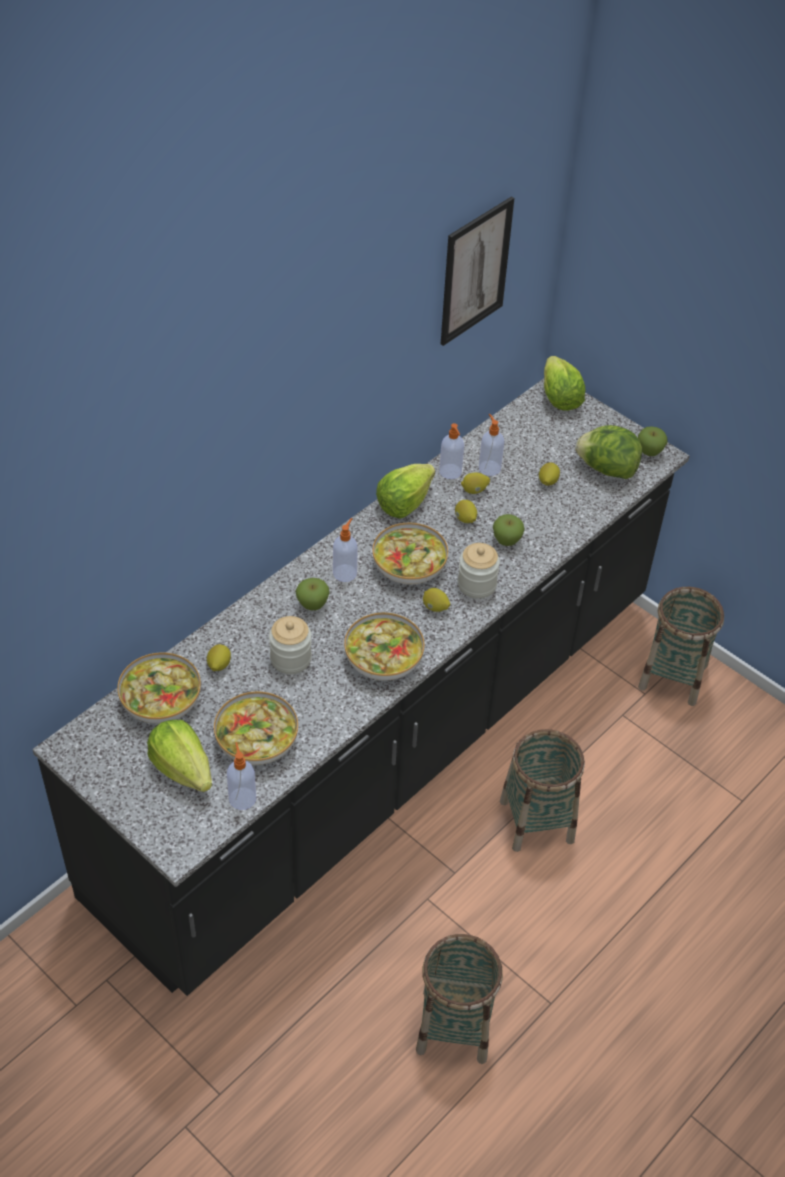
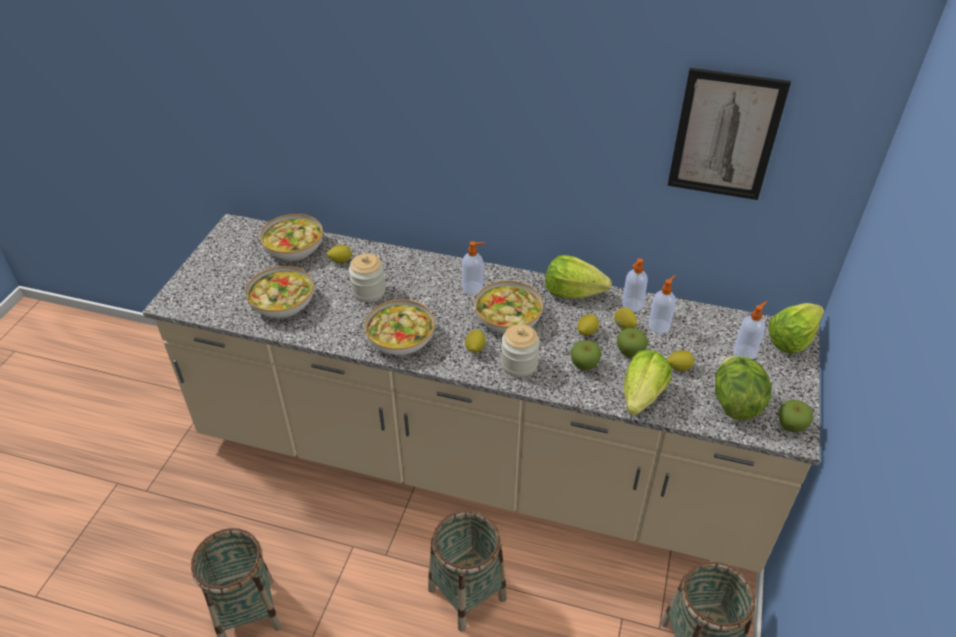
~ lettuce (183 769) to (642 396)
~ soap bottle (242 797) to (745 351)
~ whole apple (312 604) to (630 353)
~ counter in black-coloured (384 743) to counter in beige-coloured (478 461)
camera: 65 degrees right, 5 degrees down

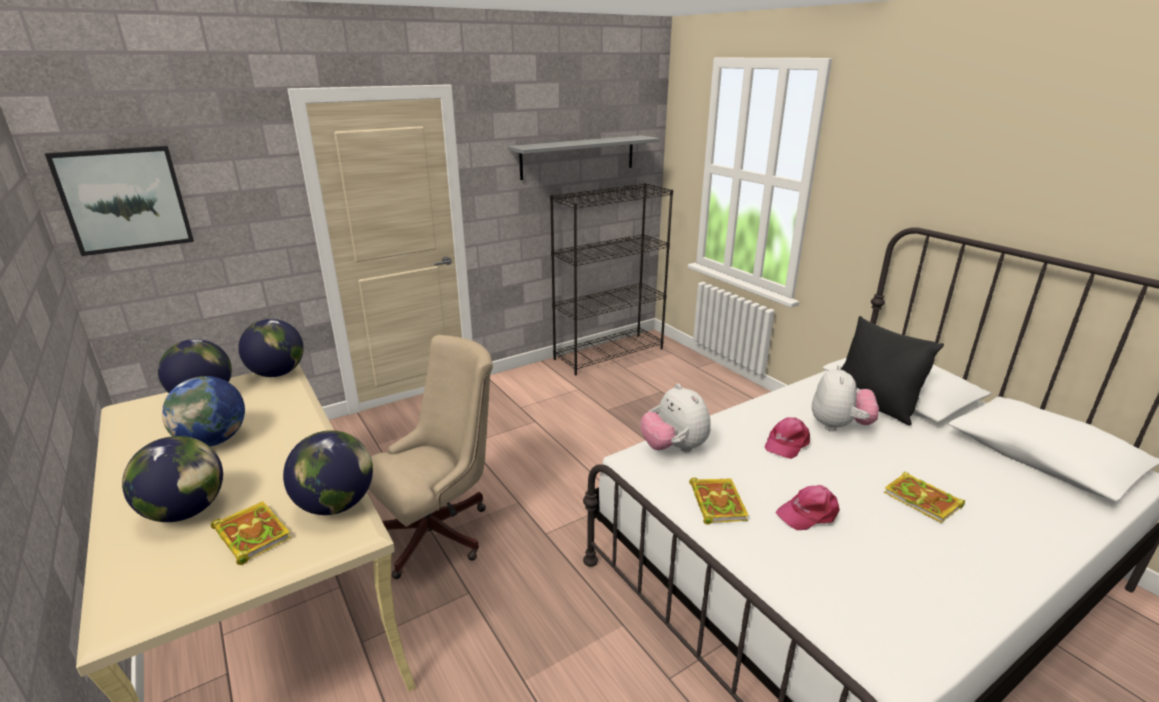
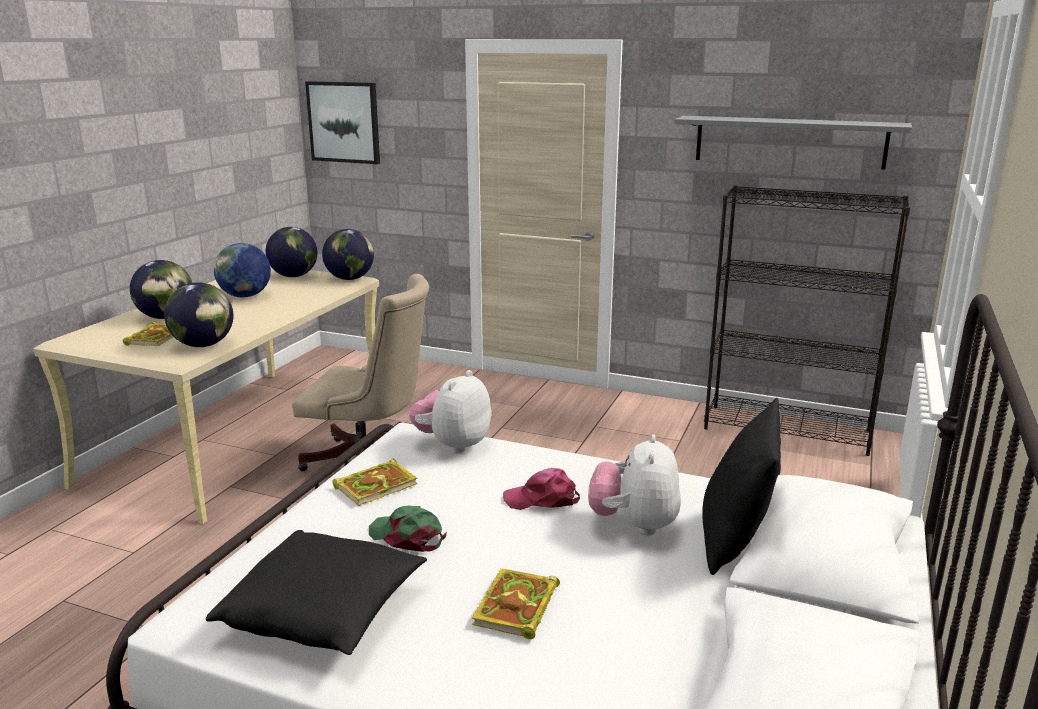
+ throw pillow in black-coloured (324 612)
~ baseball cap in pink-coloured (808 513) to baseball cap in green-coloured (407 536)
~ plush toy (839 426) = (634 525) 120 degrees clockwise
camera: 55 degrees right, 5 degrees down

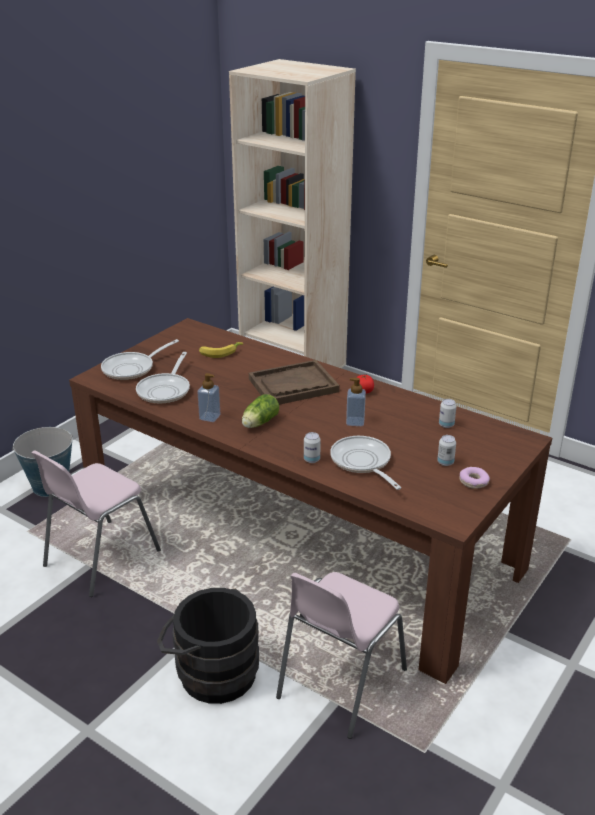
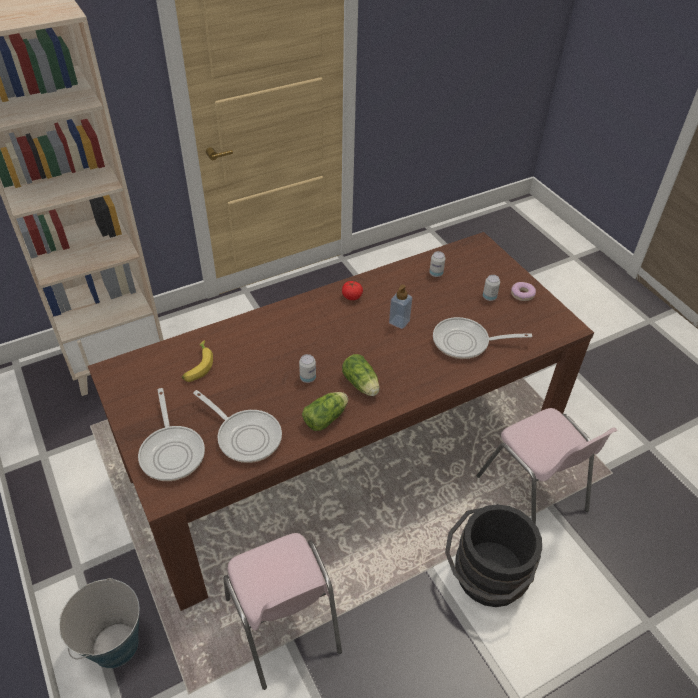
- serving tray in brown (293 385)
~ can (311 459) to (308 378)
~ soap bottle (210 417) to lettuce (327 417)
camera: 65 degrees left, 15 degrees up

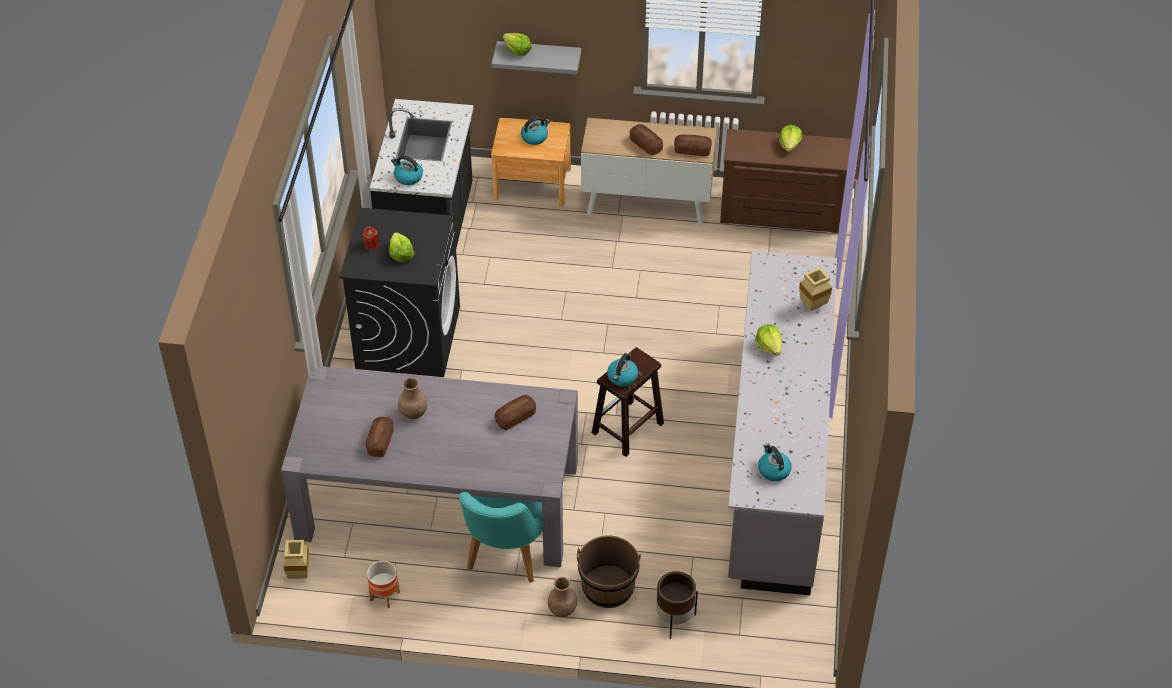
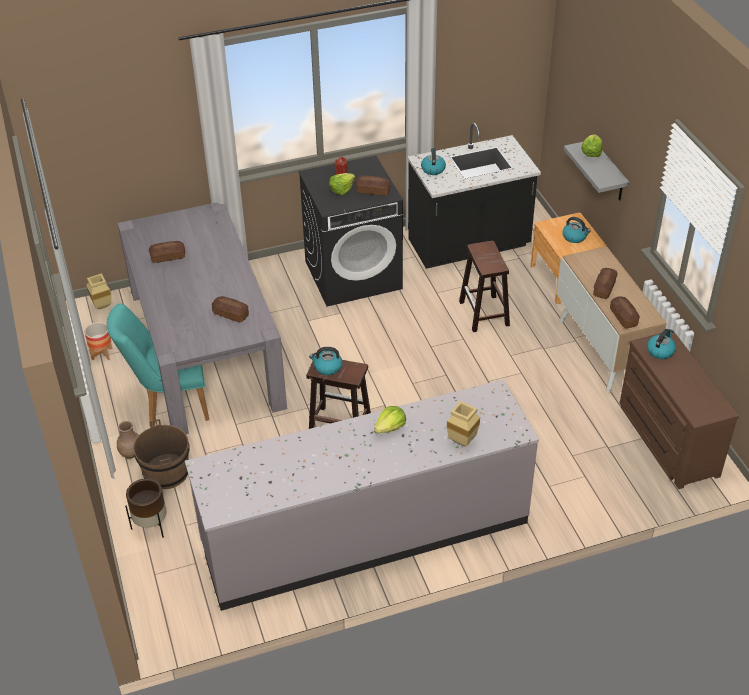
- flower vase in brown (413 412)
- lettuce (789 145)
+ bakery bread (373 191)
+ stool seat in brown (484 314)
~ tea kettle (773 470) to (660 351)
camera: 65 degrees right, 5 degrees down

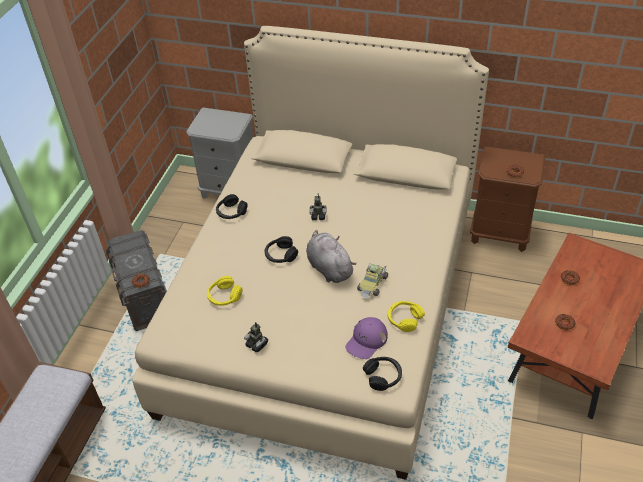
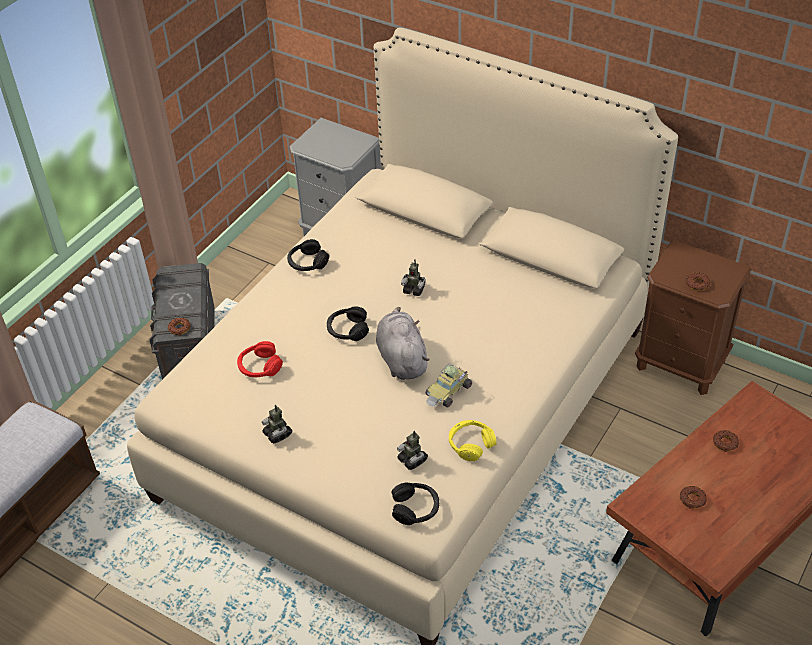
~ baseball cap in purplish (366 340) to model robot (412 460)
~ pair of headphones in yellow-coloured (224 296) to pair of headphones in red-coloured (259 367)
camera: 15 degrees right, 0 degrees up

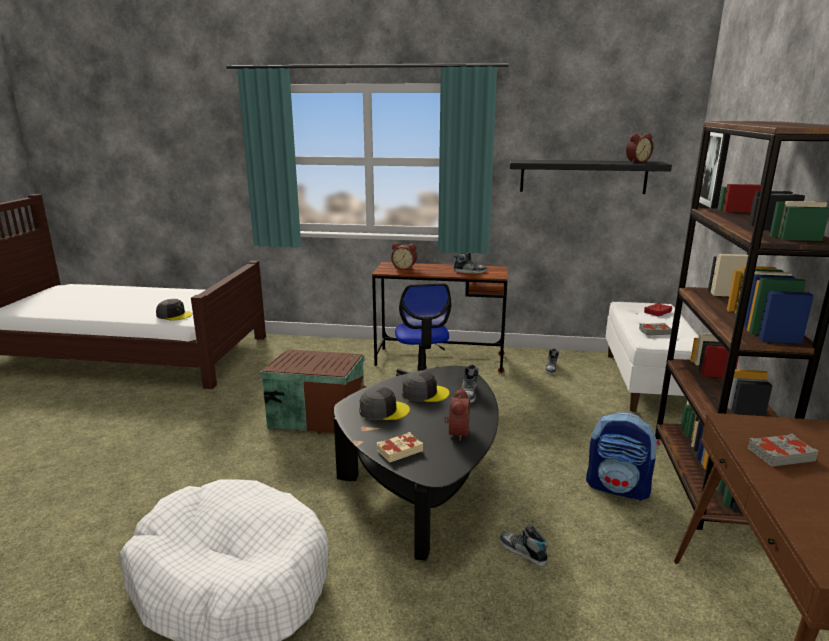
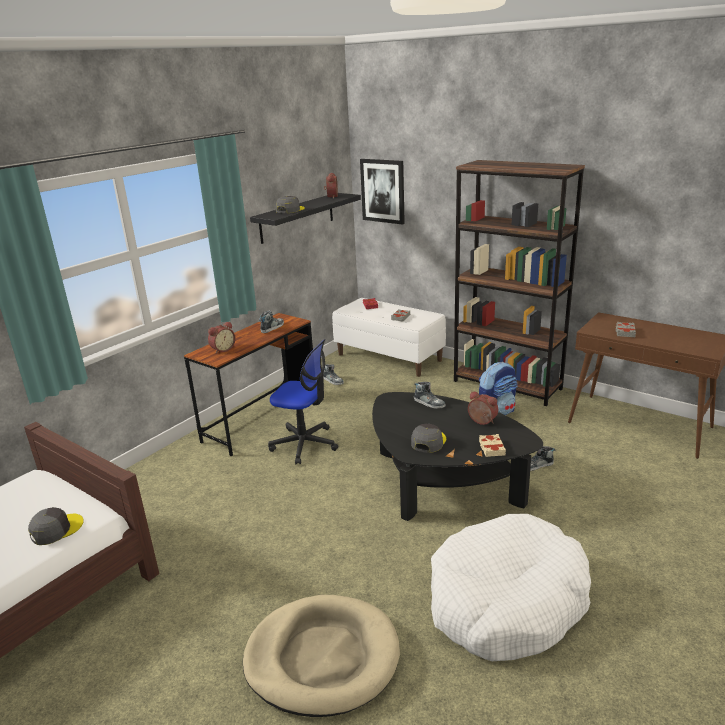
- storage container in brown (317 414)
+ pet bed in beige-coloured (322 657)
~ baseball cap in greyish (424 393) to (290 210)
camera: 60 degrees left, 5 degrees up

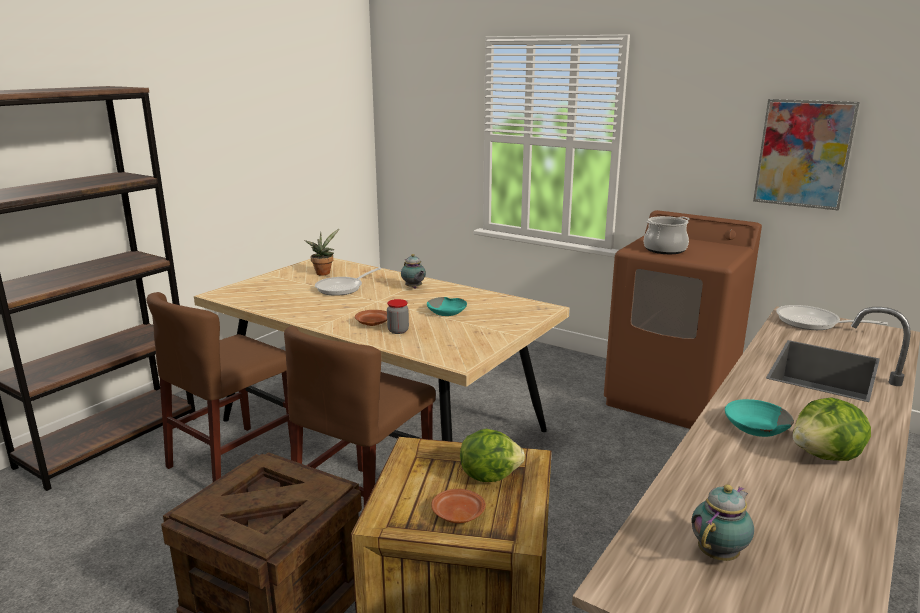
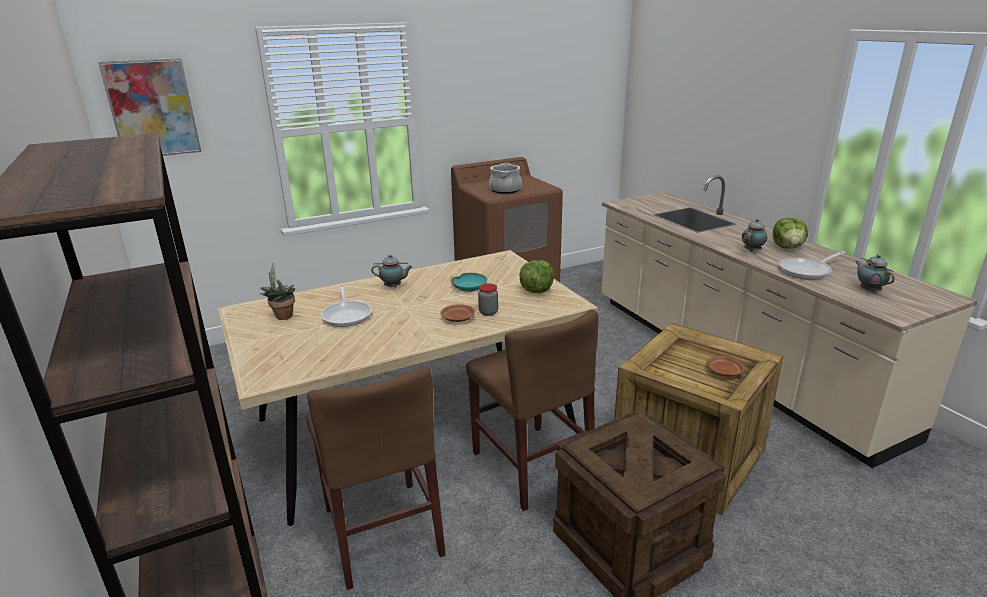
~ lettuce (489 475) to (536 290)
~ picture (803 154) to (152 108)
~ skillet (813 323) to (807 271)
~ serving bowl in turquoise-coloured (754 427) to pot for tea (752 250)
camera: 60 degrees left, 5 degrees up

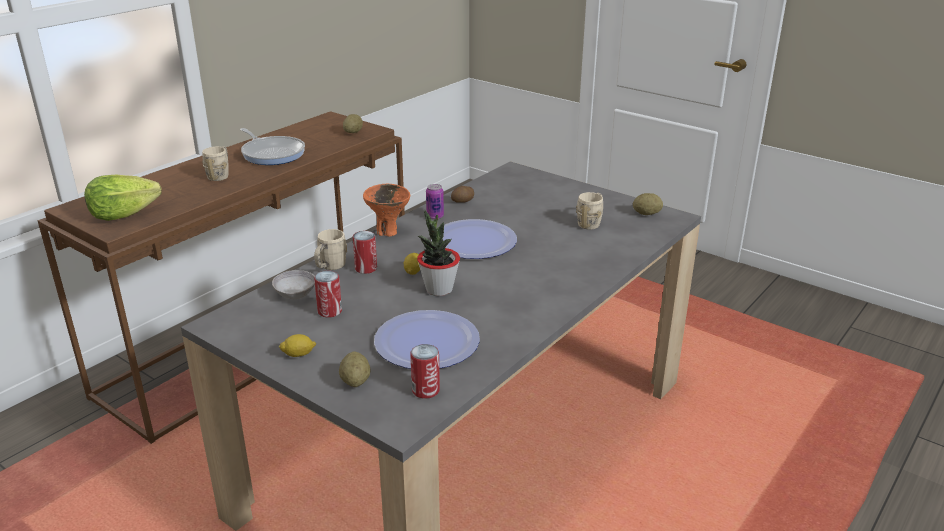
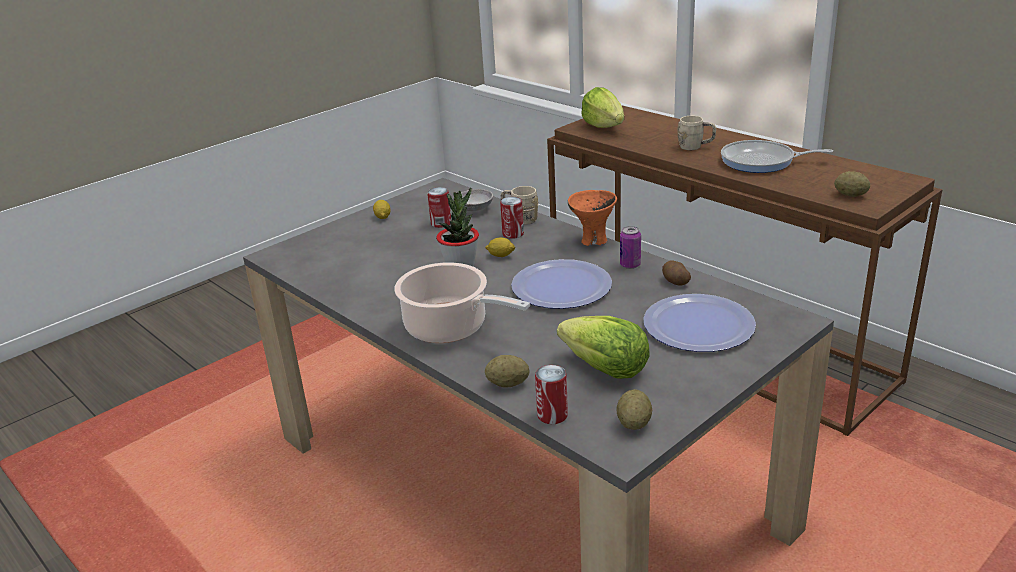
+ stockpot (450 328)
~ whole potato (355 381) to (508 384)
~ dinner plate (427 342) to (698 325)
~ can (425 390) to (552 415)
~ coffee mug in beige-coloured (590 222) to lettuce (605 369)
~ skillet (272 153) = (761 162) 45 degrees clockwise
camera: 100 degrees right, 0 degrees up

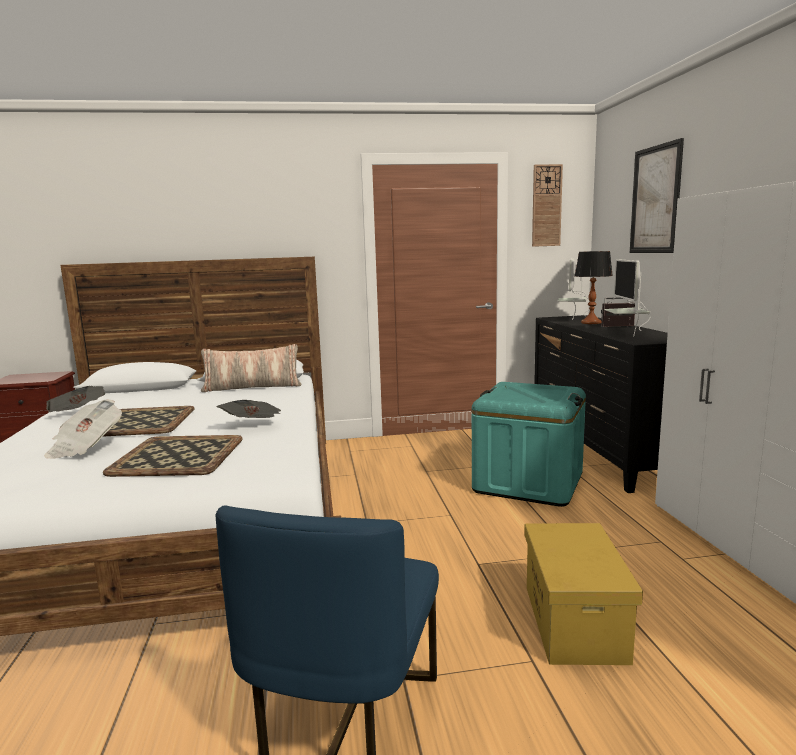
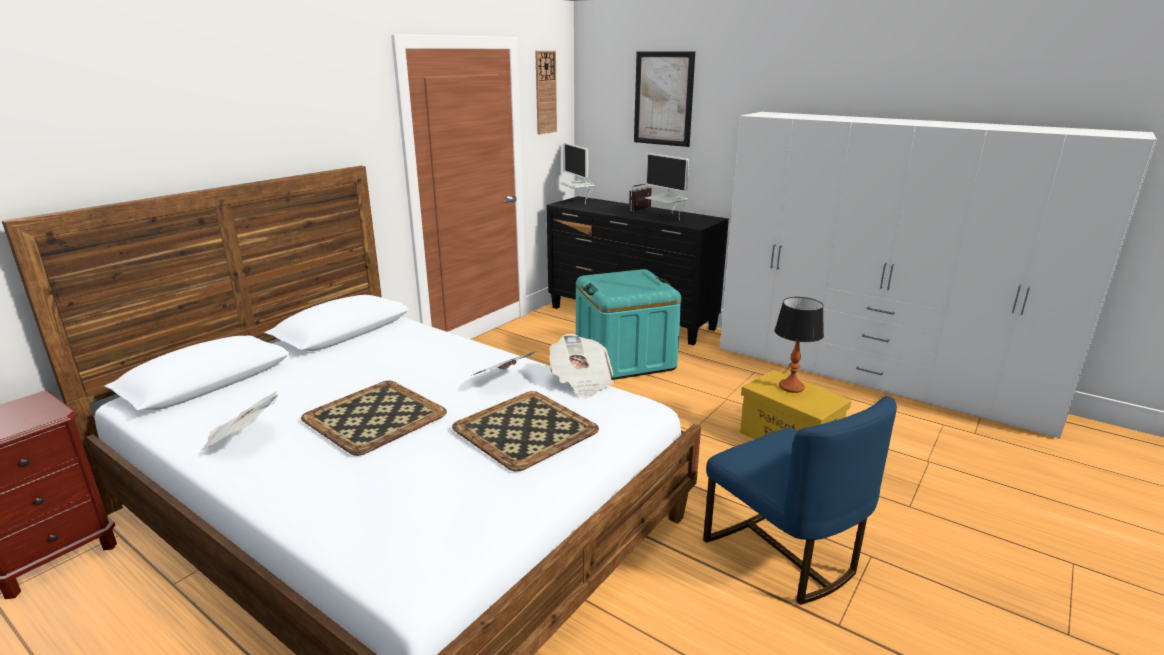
- throw pillow (252 387)
~ daily paper (85 447) to (581 382)
~ tabletop lamp (591 323) to (791 387)
camera: 45 degrees left, 10 degrees up

